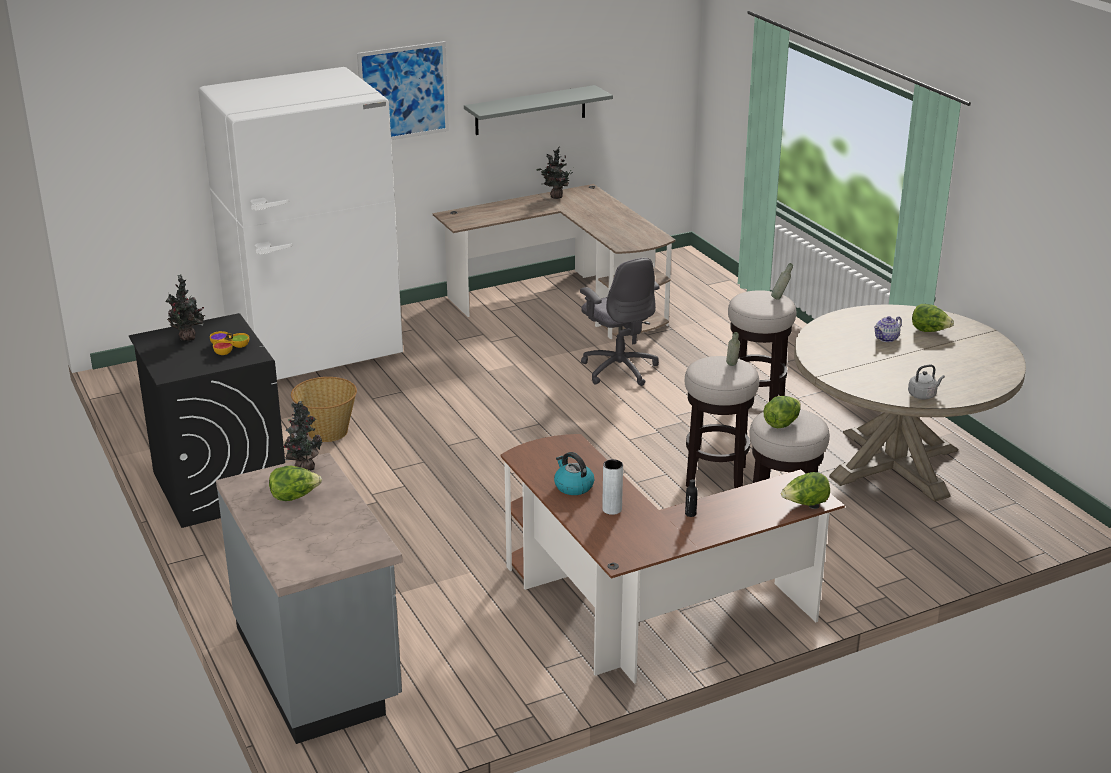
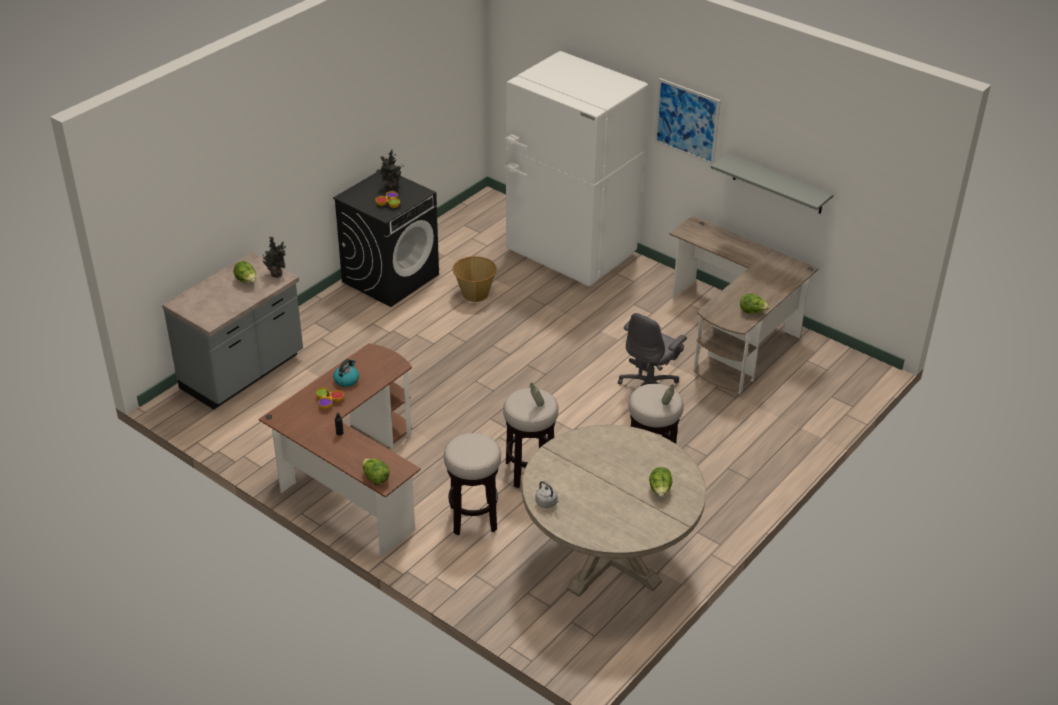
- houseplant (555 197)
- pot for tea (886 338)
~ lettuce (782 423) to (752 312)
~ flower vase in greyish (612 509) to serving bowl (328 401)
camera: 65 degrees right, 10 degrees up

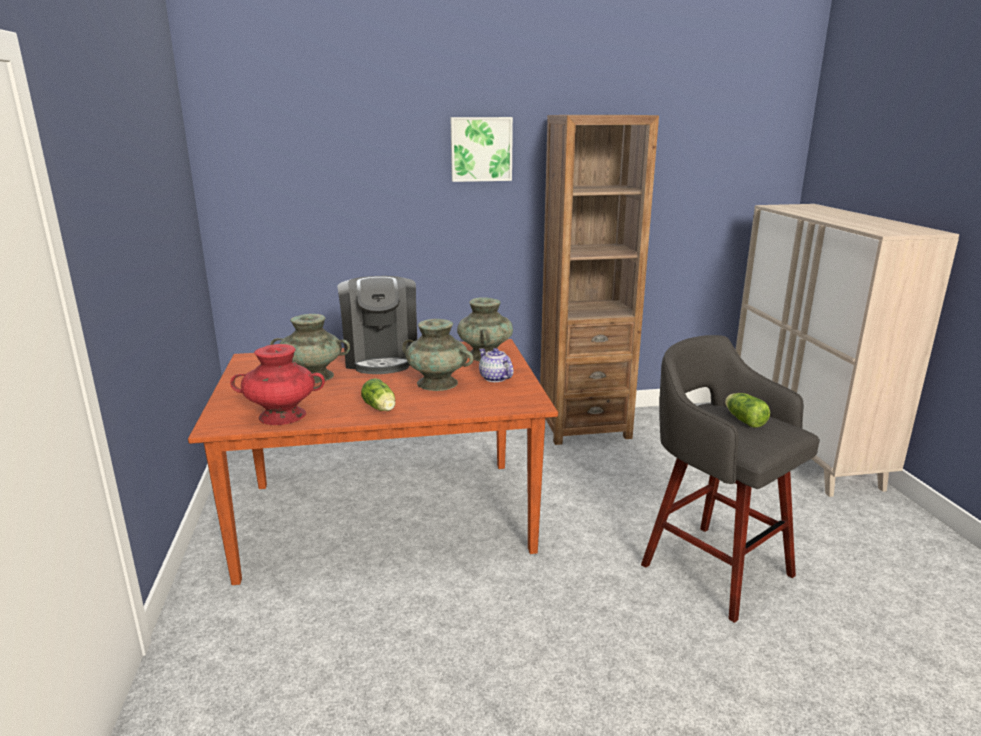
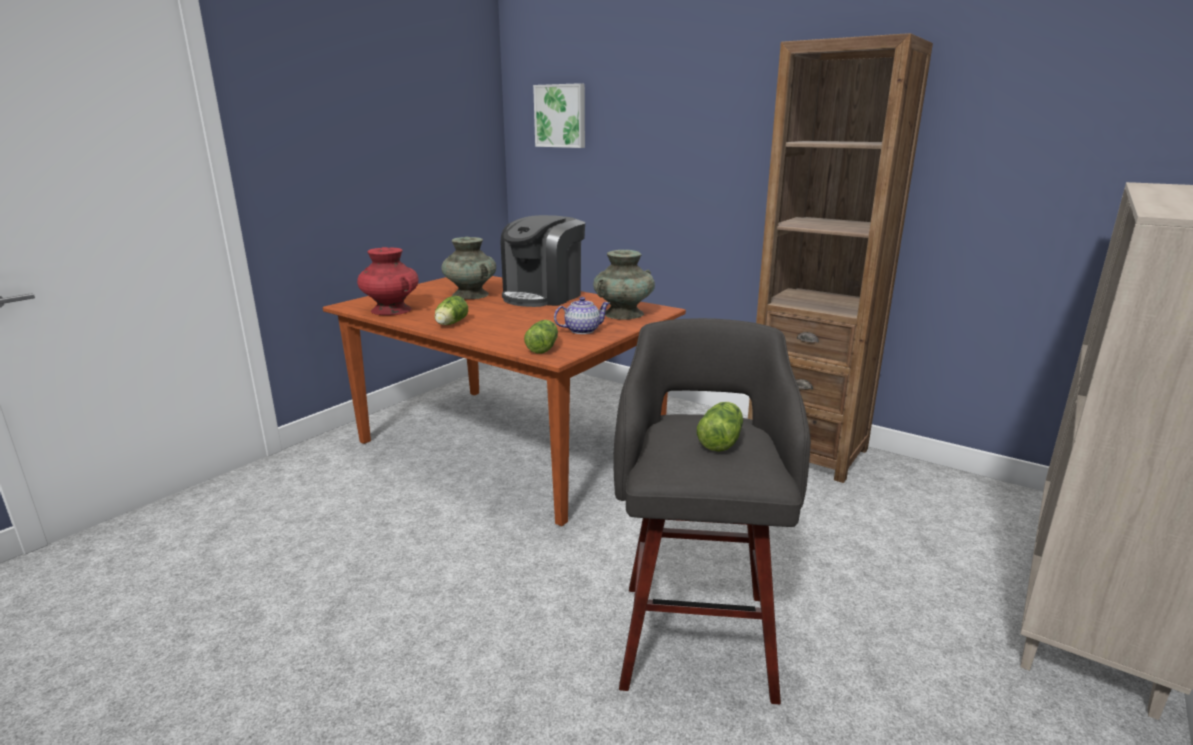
- flower vase in turquoise-coloured (437 383)
+ lettuce (543 347)
~ picture (481 149) to (561 116)
~ pot for tea (495 378) = (581 330) 60 degrees clockwise
camera: 45 degrees right, 0 degrees up

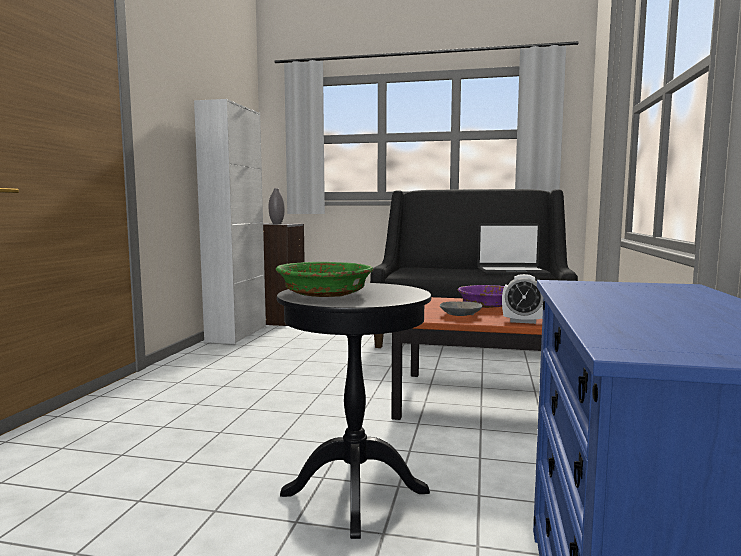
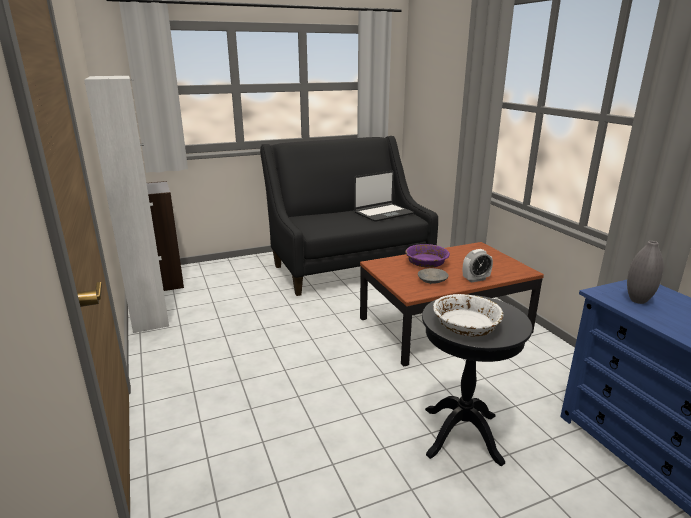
~ flower vase in greyish (277 224) to (638 300)
~ serving bowl in green-coloured (325 293) to serving bowl in white (466 326)
camera: 35 degrees left, 15 degrees up

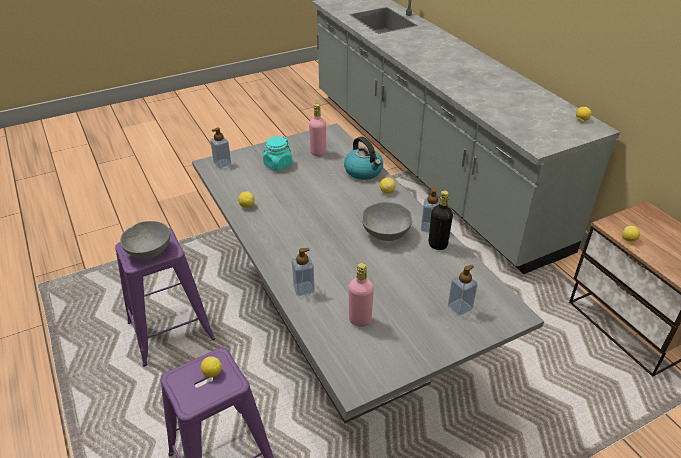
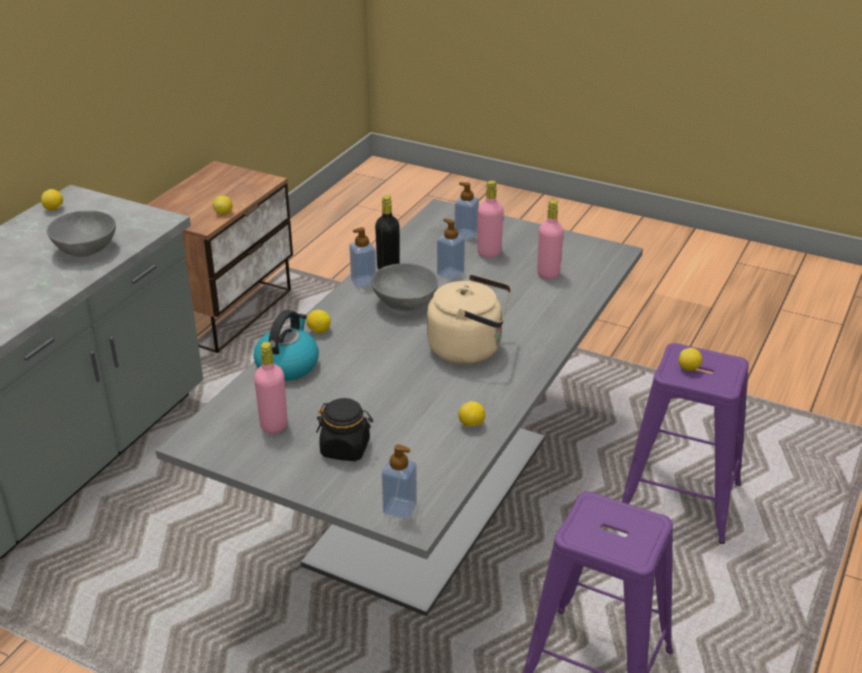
+ tea kettle in beige-coloured (469 348)
+ drink bottle in pink-coloured (489 253)
~ serving bowl in greyish (149 251) to (86 250)
~ soap bottle (303 289) to (450 274)
~ storage jar in turquoise-coloured (278 165) to storage jar in black-coloured (345 448)
camera: 125 degrees left, 5 degrees down

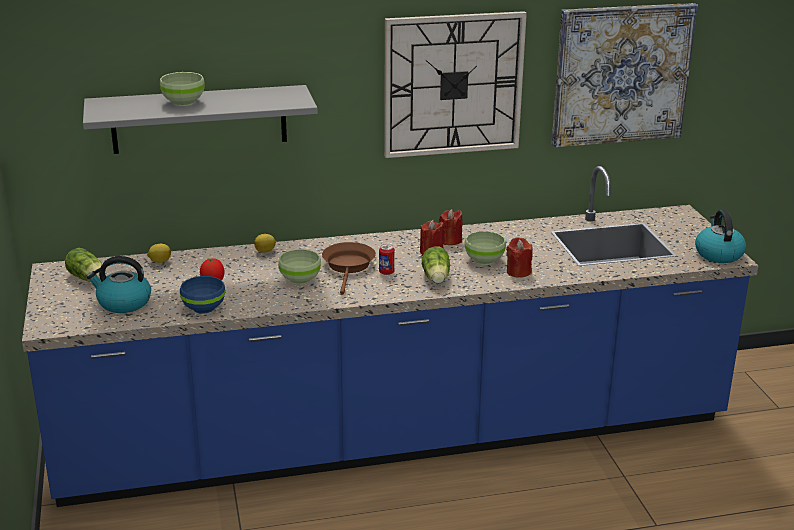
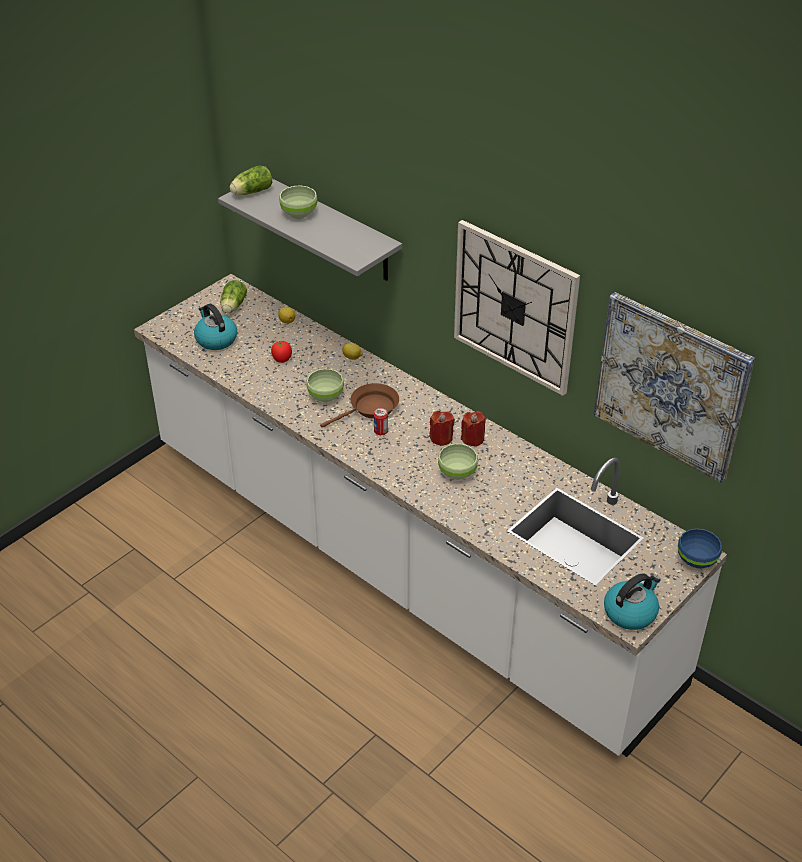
- wax light in red-coloured (518 272)
~ serving bowl in blue-coloured (203 308) to (696 559)
~ lettuce (436 279) to (250 192)
~ counter in blue-coloured (395 435) to counter in white (401 561)
camera: 55 degrees right, 15 degrees up

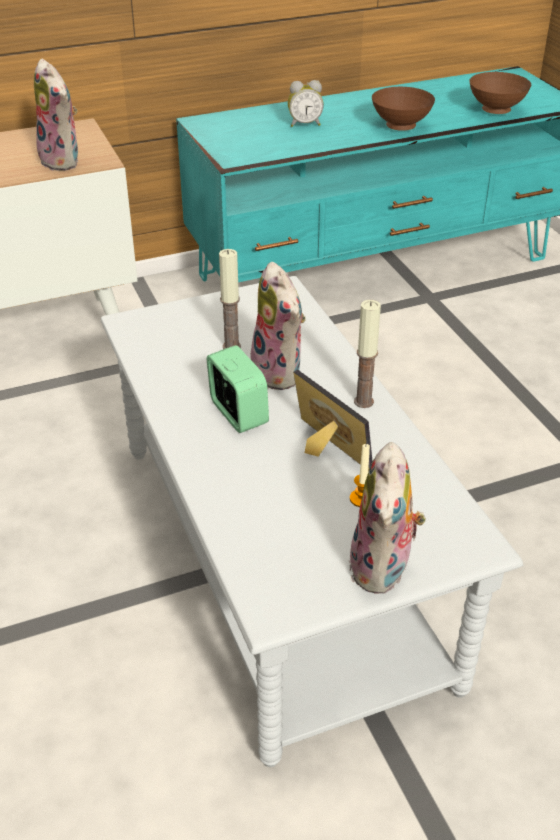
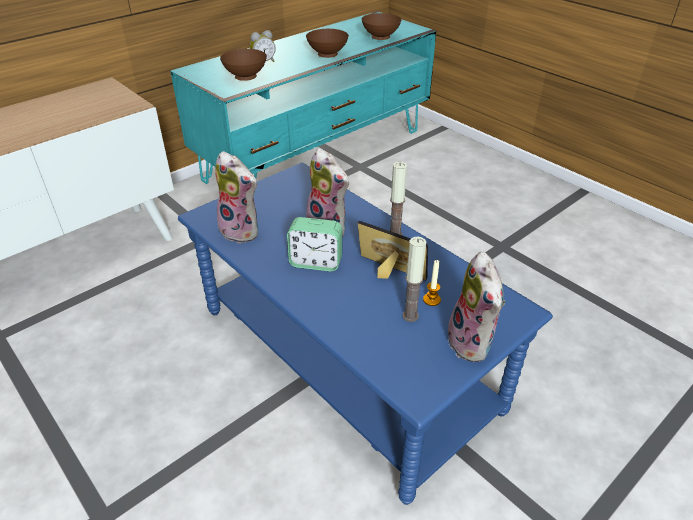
+ serving bowl in brown (245 78)
~ plush toy (64 161) to (242 231)
~ wax light (231 347) to (410 316)
~ low table in greyish (279 559) to low table in blue-coloured (345 358)
~ alarm clock (238 414) = (316 262) 150 degrees clockwise
camera: 20 degrees left, 0 degrees up

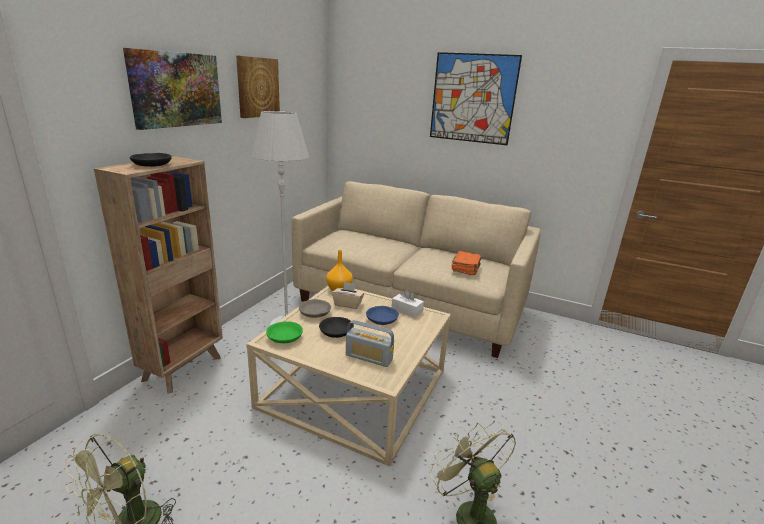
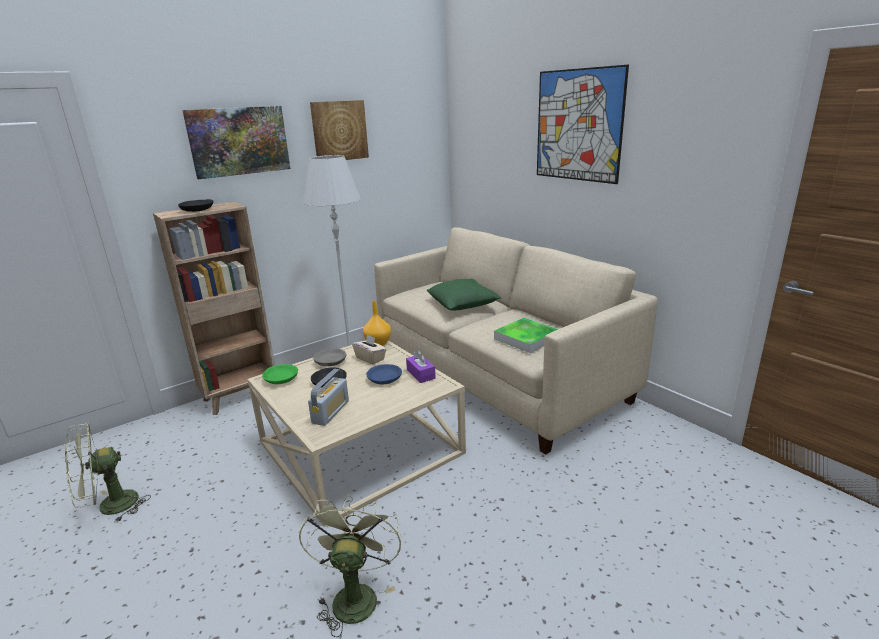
+ throw pillow in green-coloured (463 304)
~ volume in orange (466 269) to serving tray (526 338)
~ box of tissues in white (407 310) to box of tissues in purplish (421 374)
~ radio receiver (369 357) = (331 412) 120 degrees counterclockwise
camera: 30 degrees right, 0 degrees up

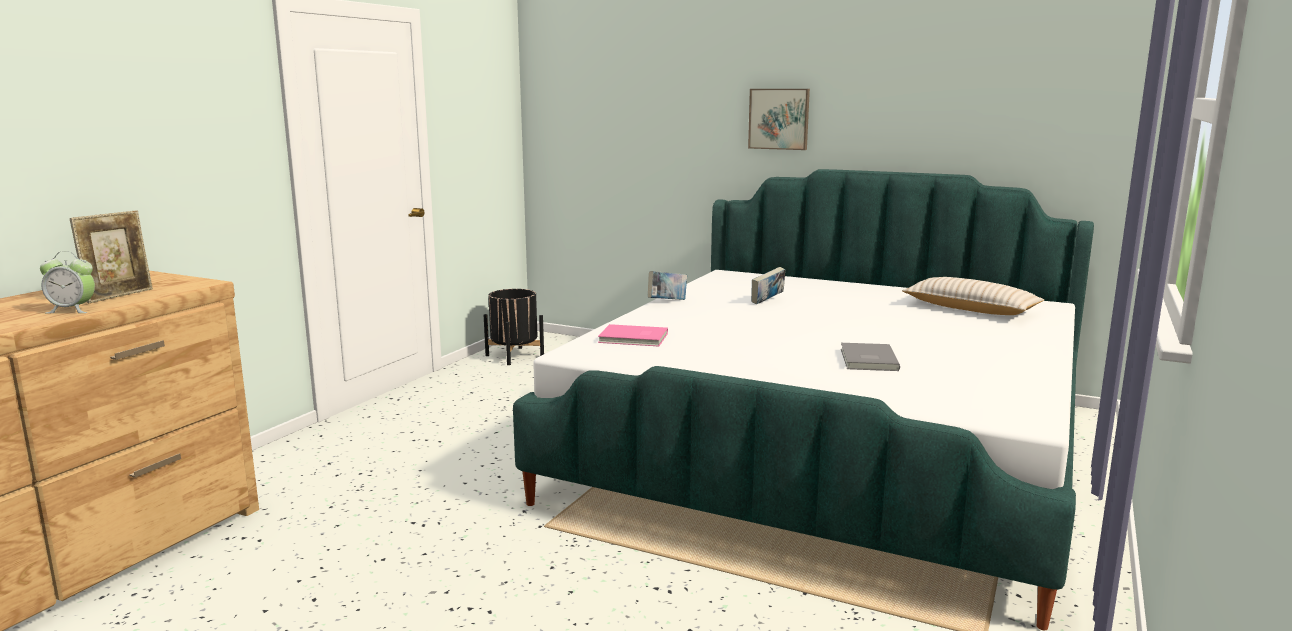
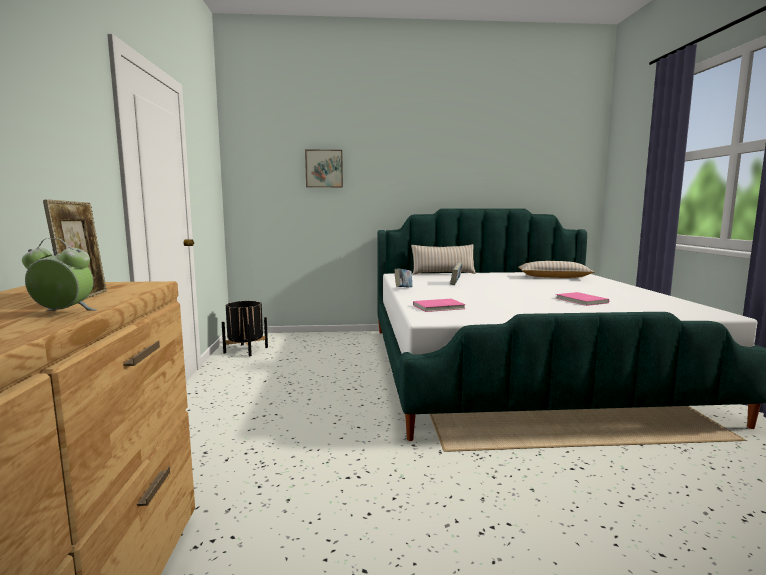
+ throw pillow in beige-coloured (443 273)
~ picture (779 119) to (324 168)
~ volume in greyish (867 360) to volume in pink-coloured (581 301)
~ alarm clock (72 310) = (64 313) 150 degrees counterclockwise
camera: 30 degrees left, 5 degrees down

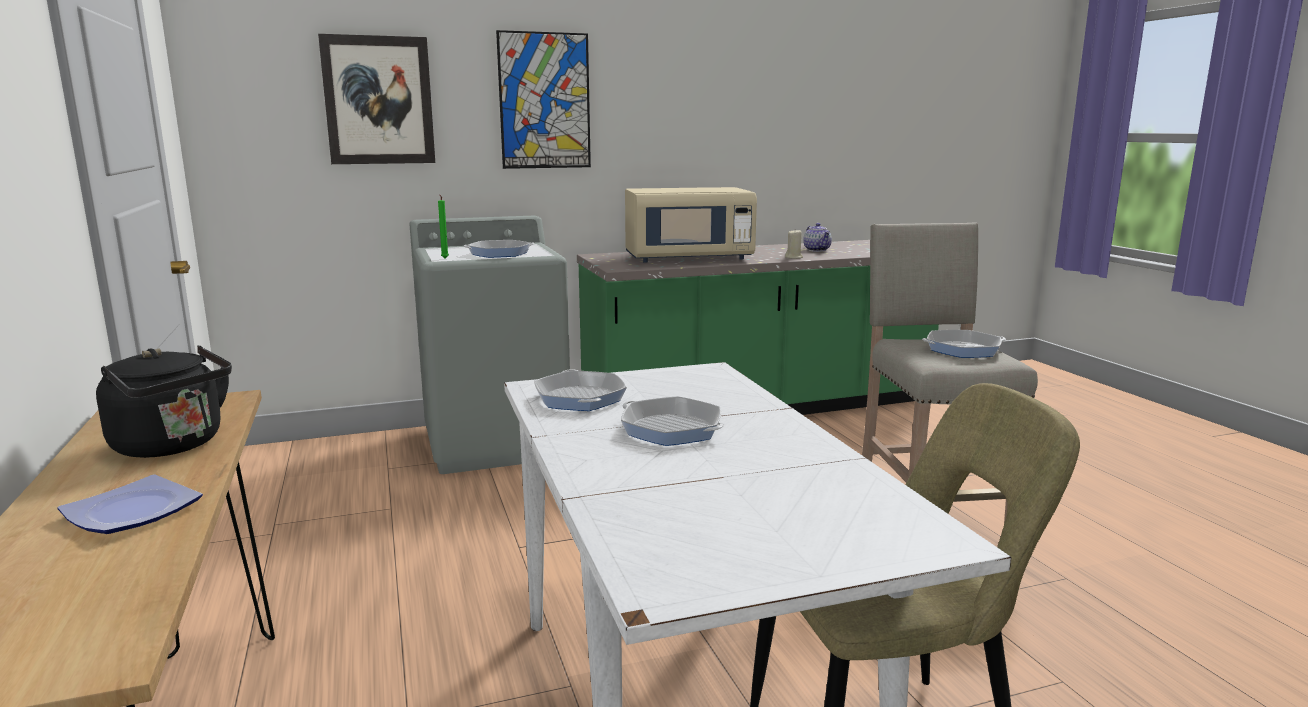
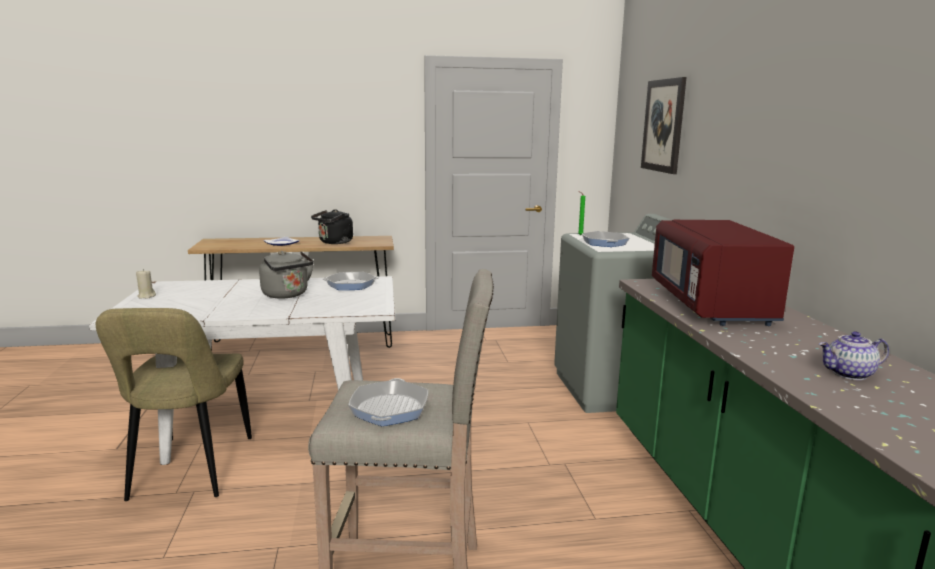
- picture (544 101)
~ wax light in beige-coloured (794 257) to (146 296)
~ skillet (671 429) to tea kettle in greyish (287 295)
~ microwave oven in beige-coloured (688 259) to microwave oven in red-coloured (711 306)
camera: 100 degrees right, 0 degrees up

